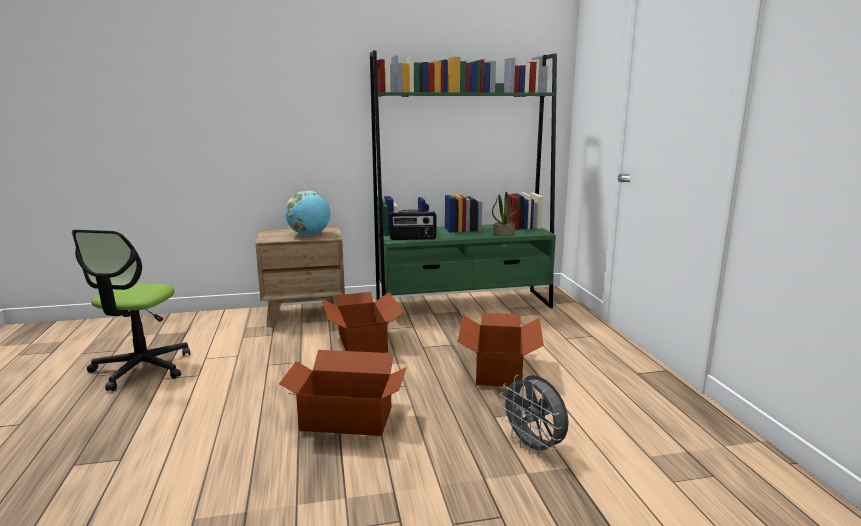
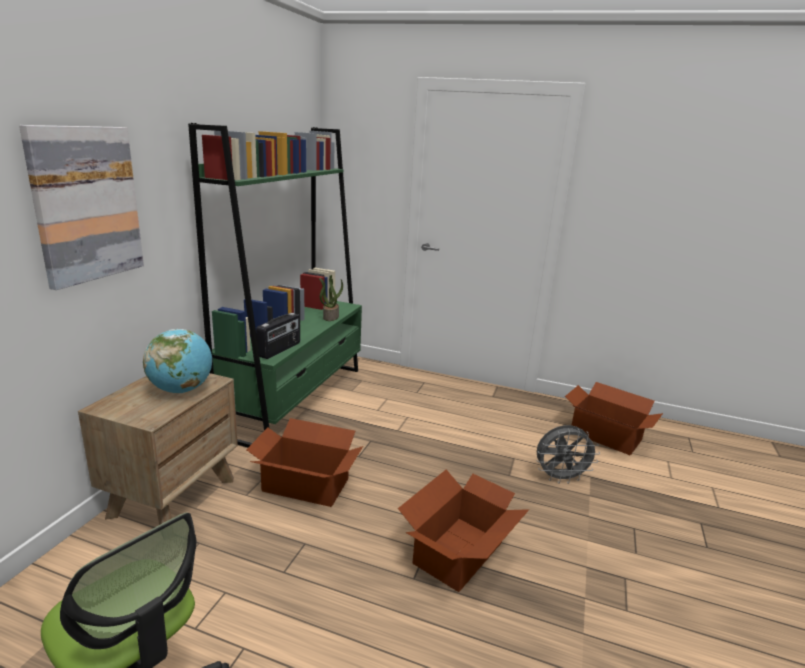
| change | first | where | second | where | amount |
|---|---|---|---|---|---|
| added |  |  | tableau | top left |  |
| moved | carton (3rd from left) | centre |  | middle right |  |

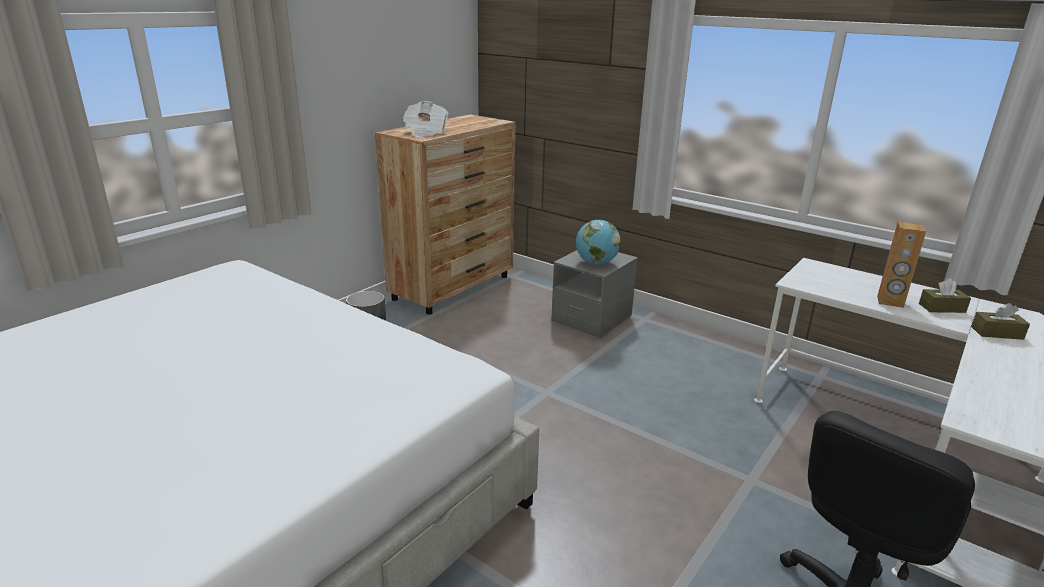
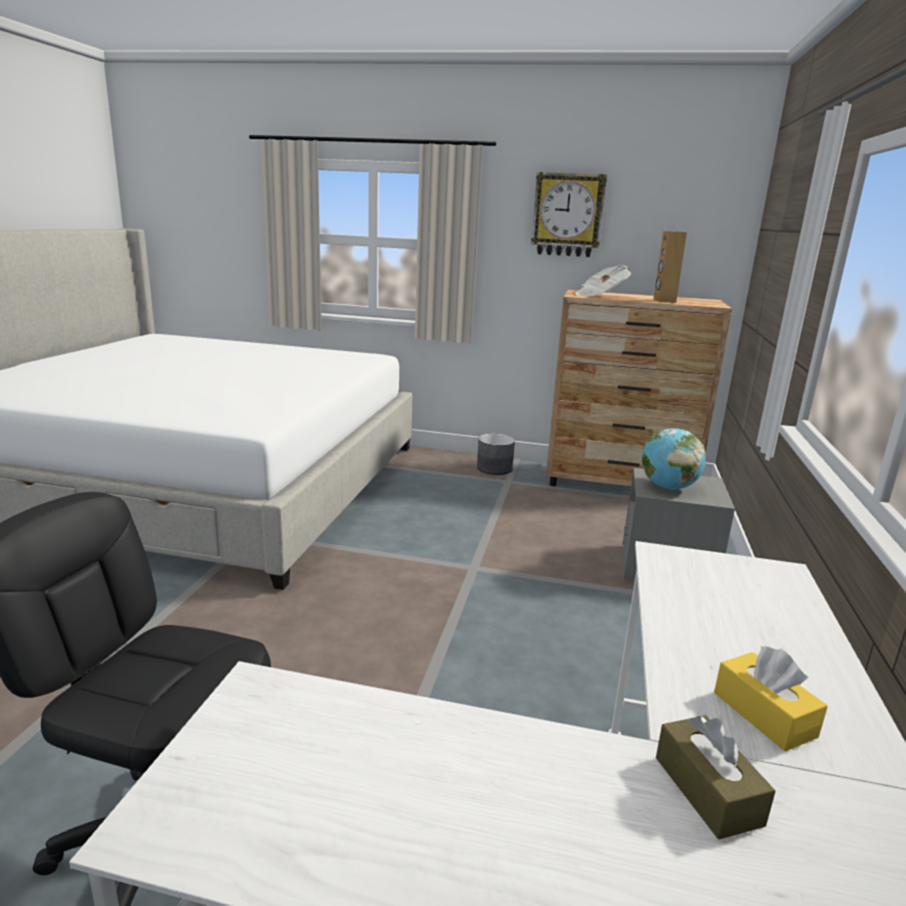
| change | first | where | second | where | amount |
|---|---|---|---|---|---|
| added |  |  | horloge murale | top centre |  |
| moved | enceinte [marron] | middle right |  | top right |  |
| recoloured | boîte à mouchoirs [marron] (1st from left) | middle right | boîte à mouchoirs [jaune] | bottom right |  |

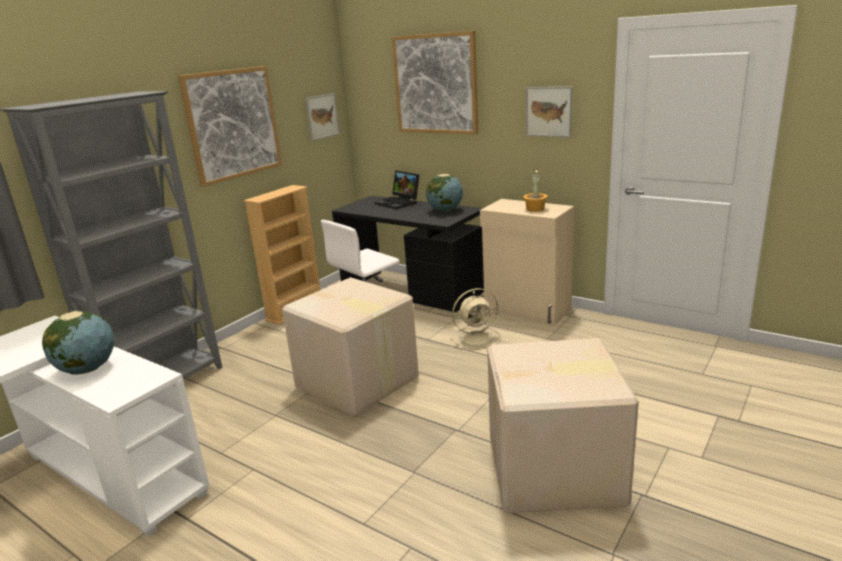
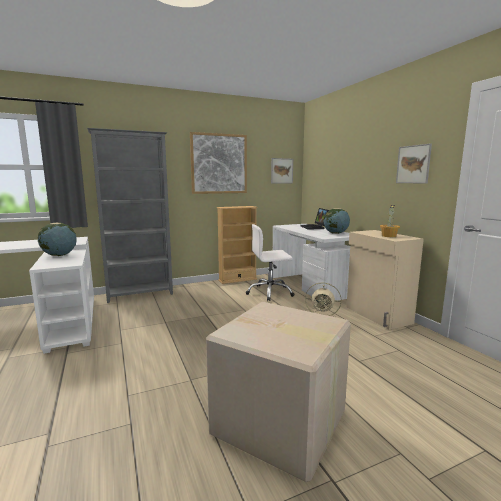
| change | first | where | second | where | amount |
|---|---|---|---|---|---|
| recoloured | bureau [noir] | centre | bureau [blanc] (2nd from left) | centre |  |
| removed | carton (1st from left) | centre |  |  |  |
| removed | tableau (3rd from left) | top centre |  |  |  |

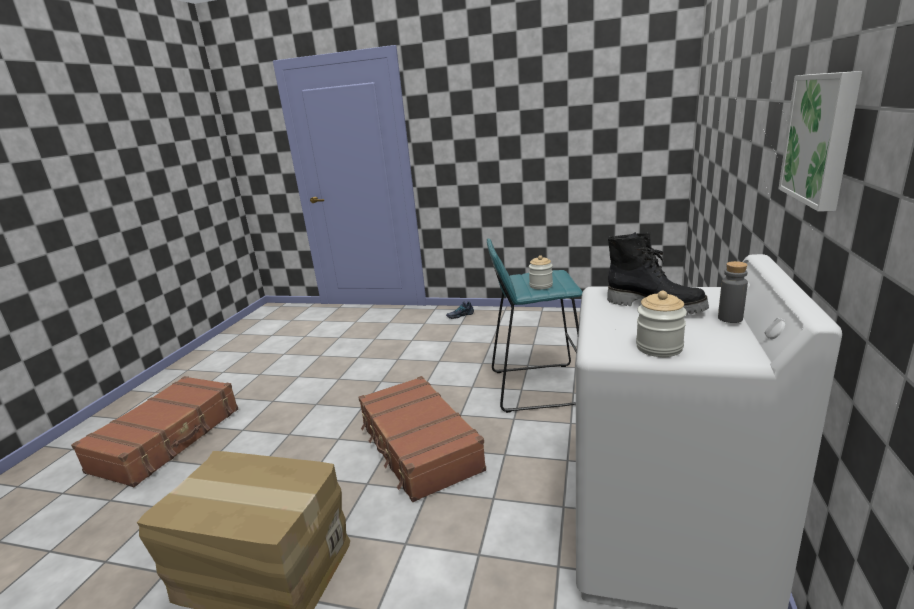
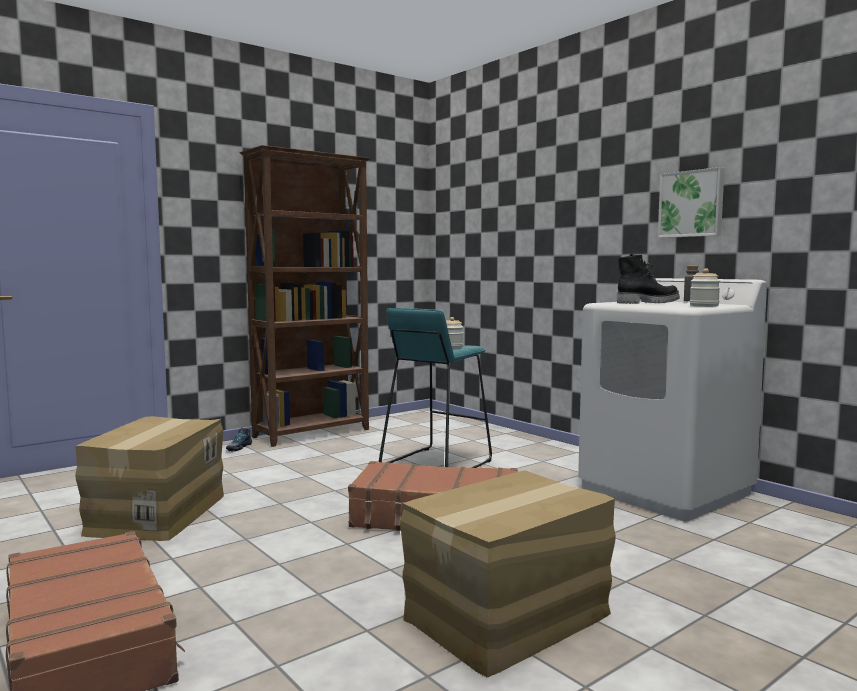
| change | first | where | second | where | amount |
|---|---|---|---|---|---|
| added |  |  | carton (1st from left) | bottom left |  |
| added |  |  | bibliothèque [marron] | centre |  |

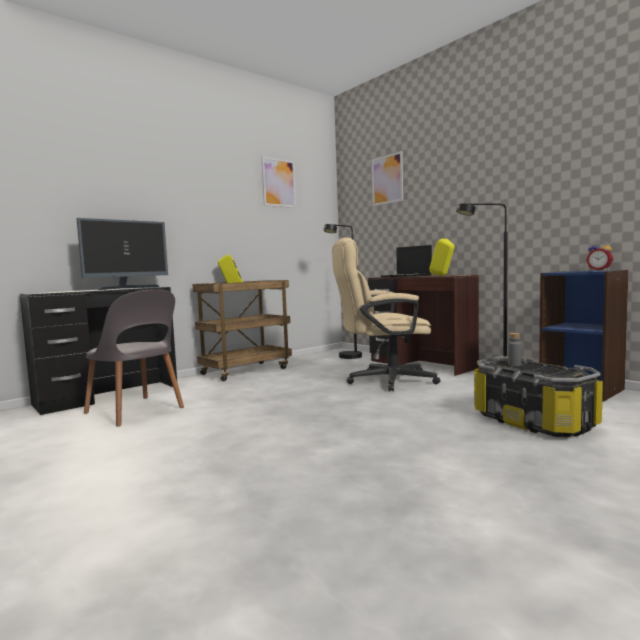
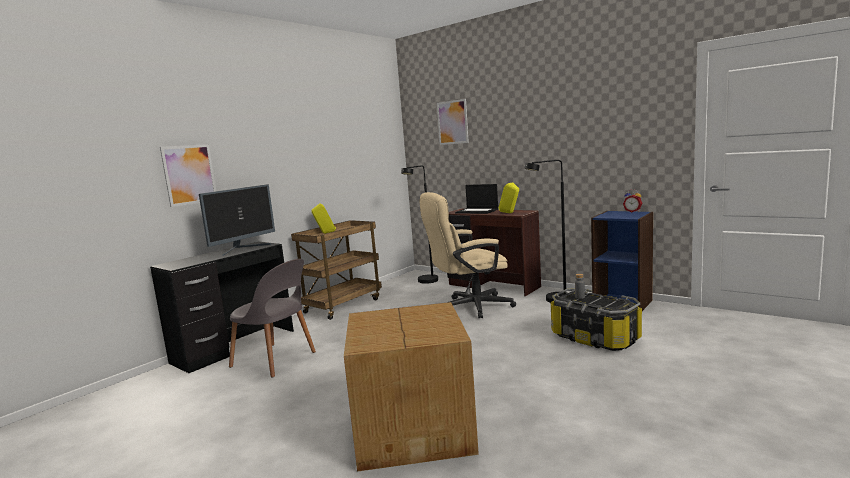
| change | first | where | second | where | amount |
|---|---|---|---|---|---|
| moved | tableau (1st from left) | top centre |  | middle left |  |
| added |  |  | carton | bottom centre |  |

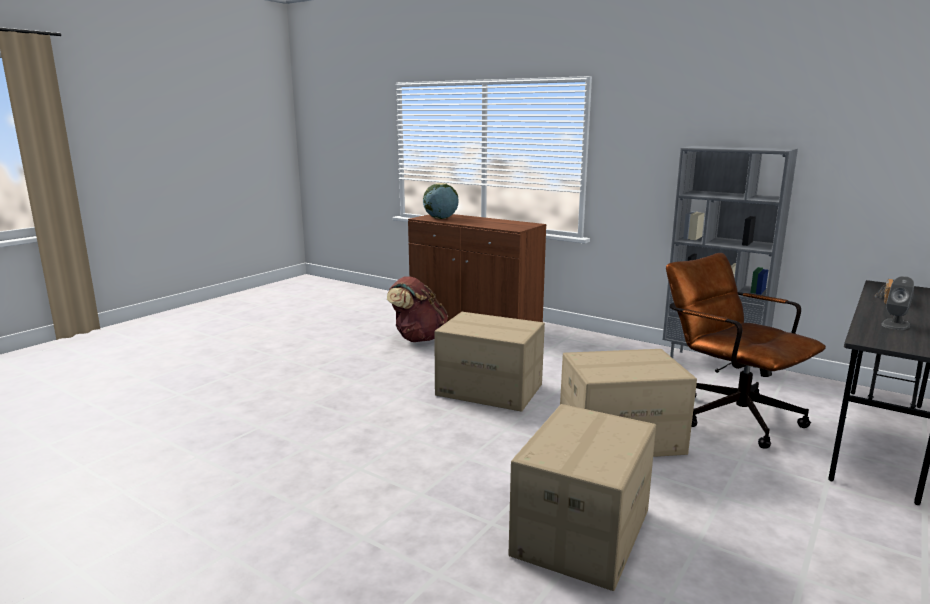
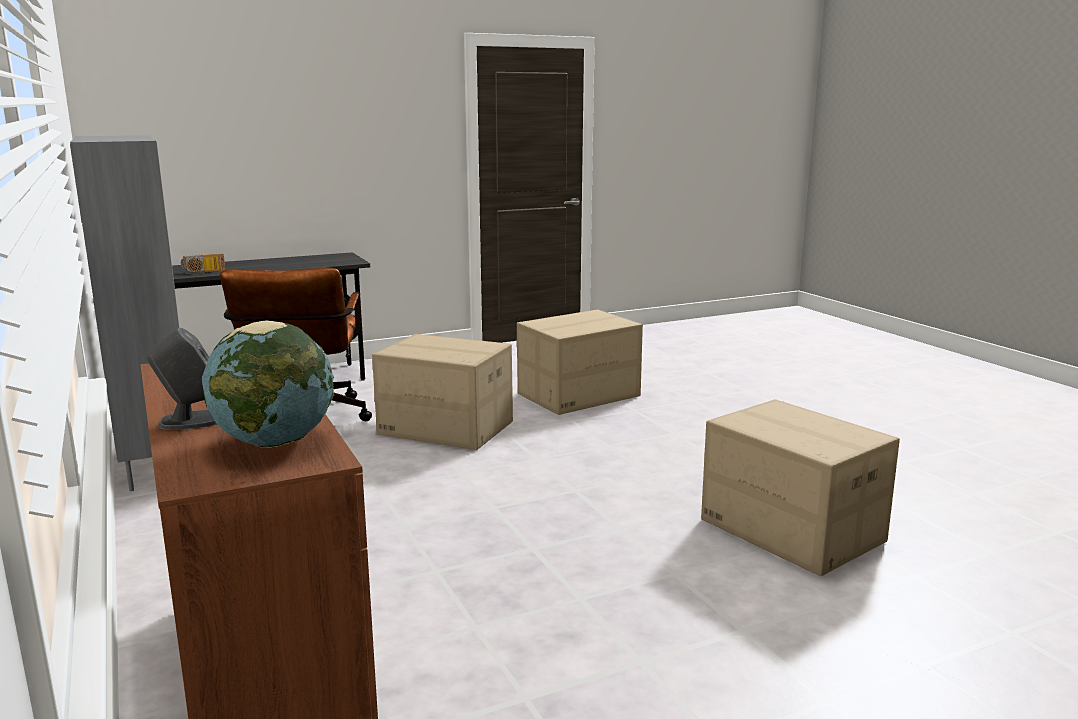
| change | first | where | second | where | amount |
|---|---|---|---|---|---|
| moved | enceinte [gris] | middle right |  | middle left |  |
| moved | carton (1st from left in the first image) | centre | carton (3rd from left) | bottom right |  |
| removed | sac à dos [marron] | centre |  |  |  |

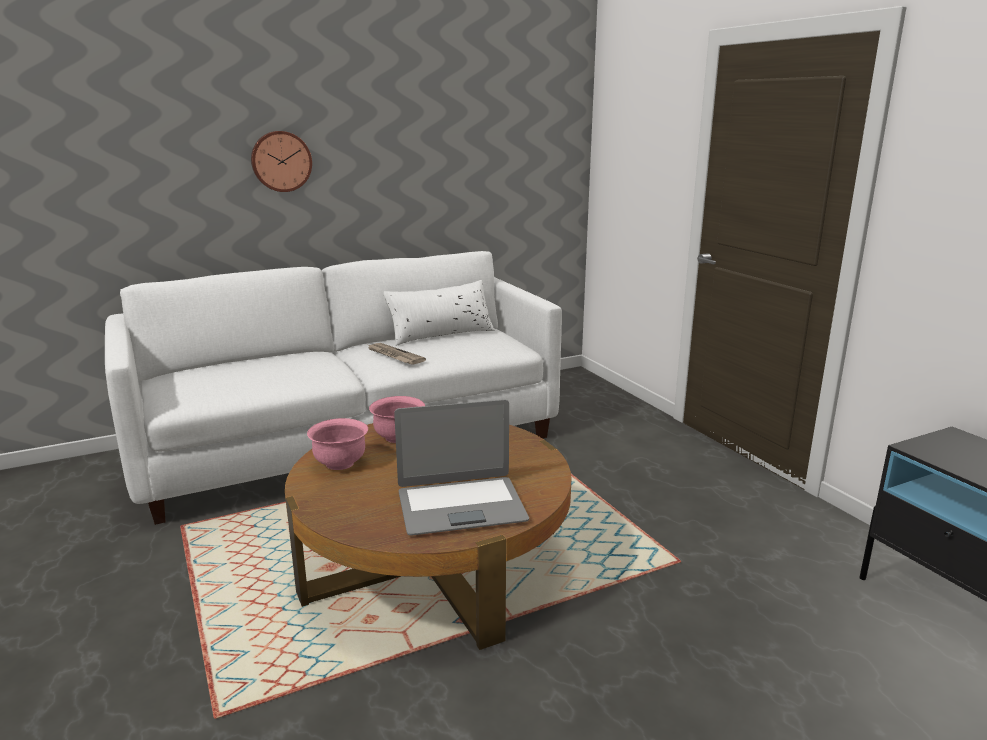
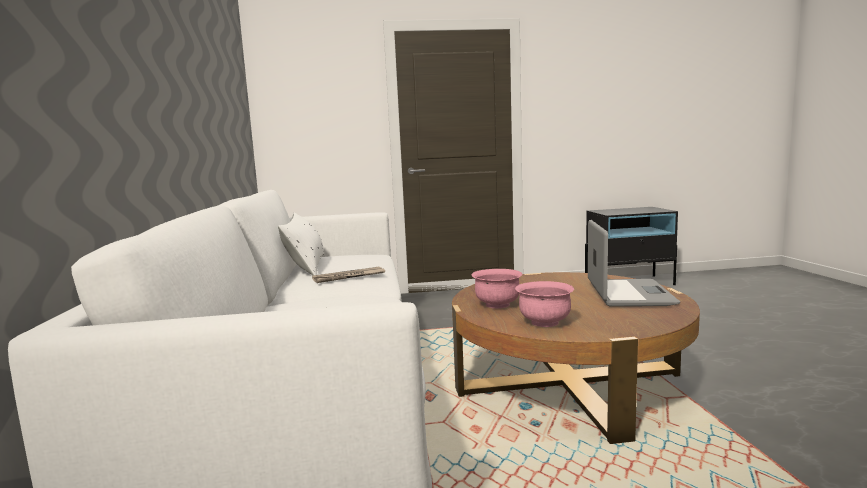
| change | first | where | second | where | amount |
|---|---|---|---|---|---|
| removed | horloge murale | top left |  |  |  |

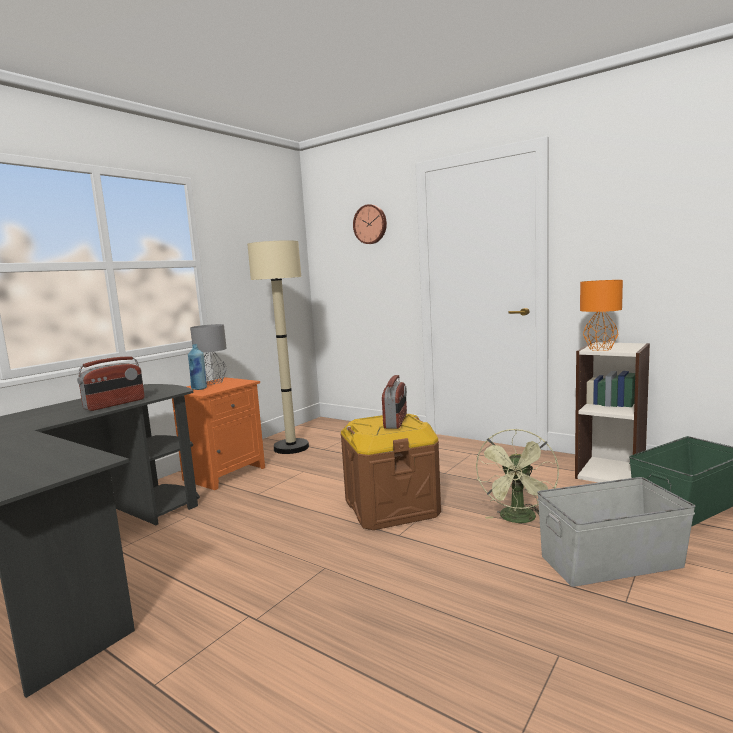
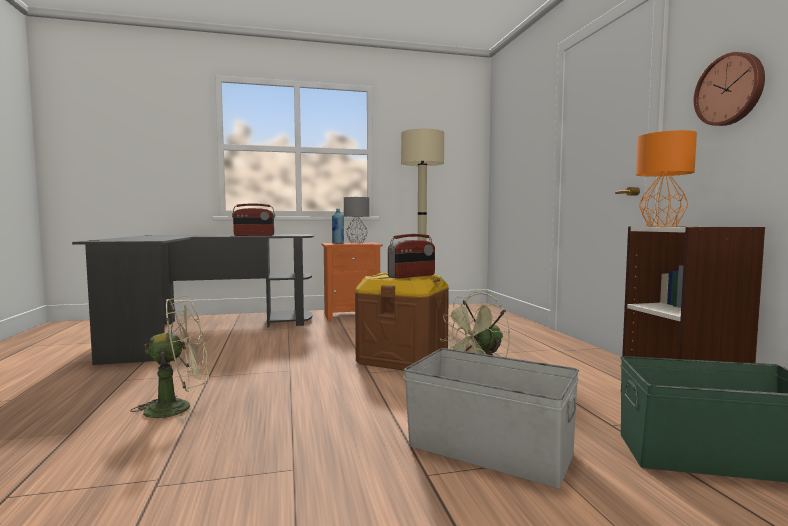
| change | first | where | second | where | amount |
|---|---|---|---|---|---|
| added |  |  | ventilateur [beige] | bottom left |  |
| moved | horloge murale | top centre |  | top right |  |

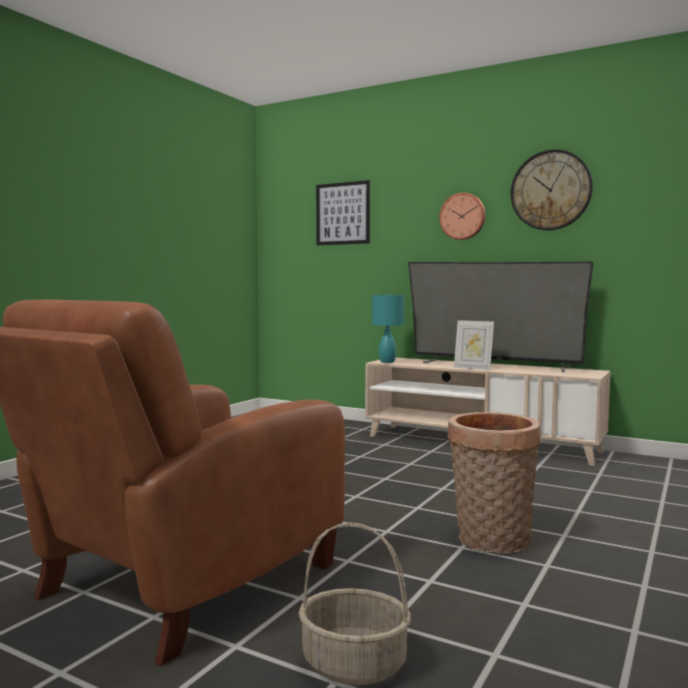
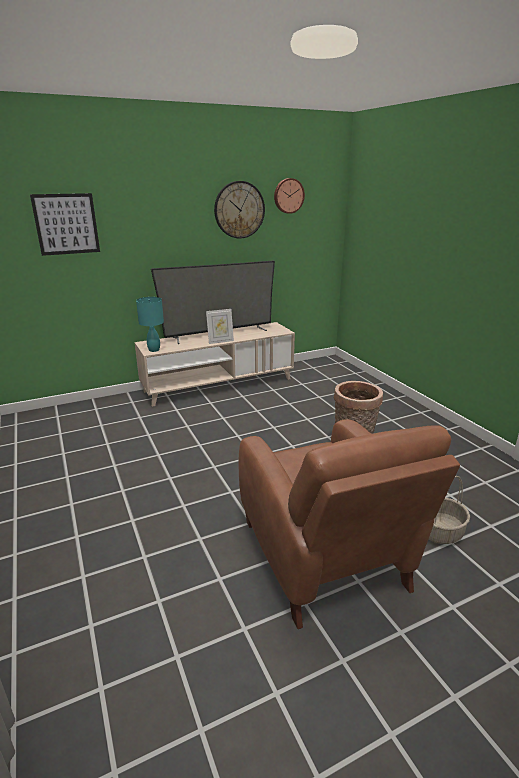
| change | first | where | second | where | amount |
|---|---|---|---|---|---|
| moved | horloge murale (1st from left in the first image) | top right | horloge murale (2nd from left) | top centre |  |

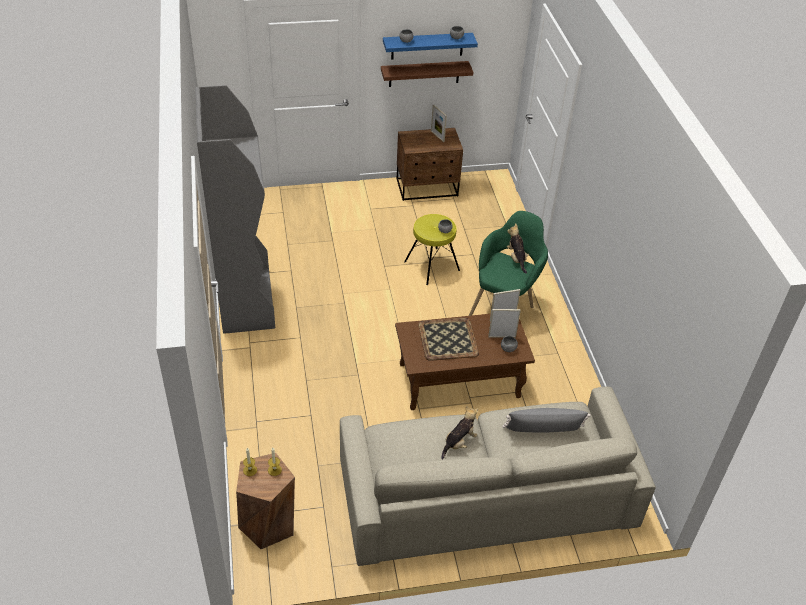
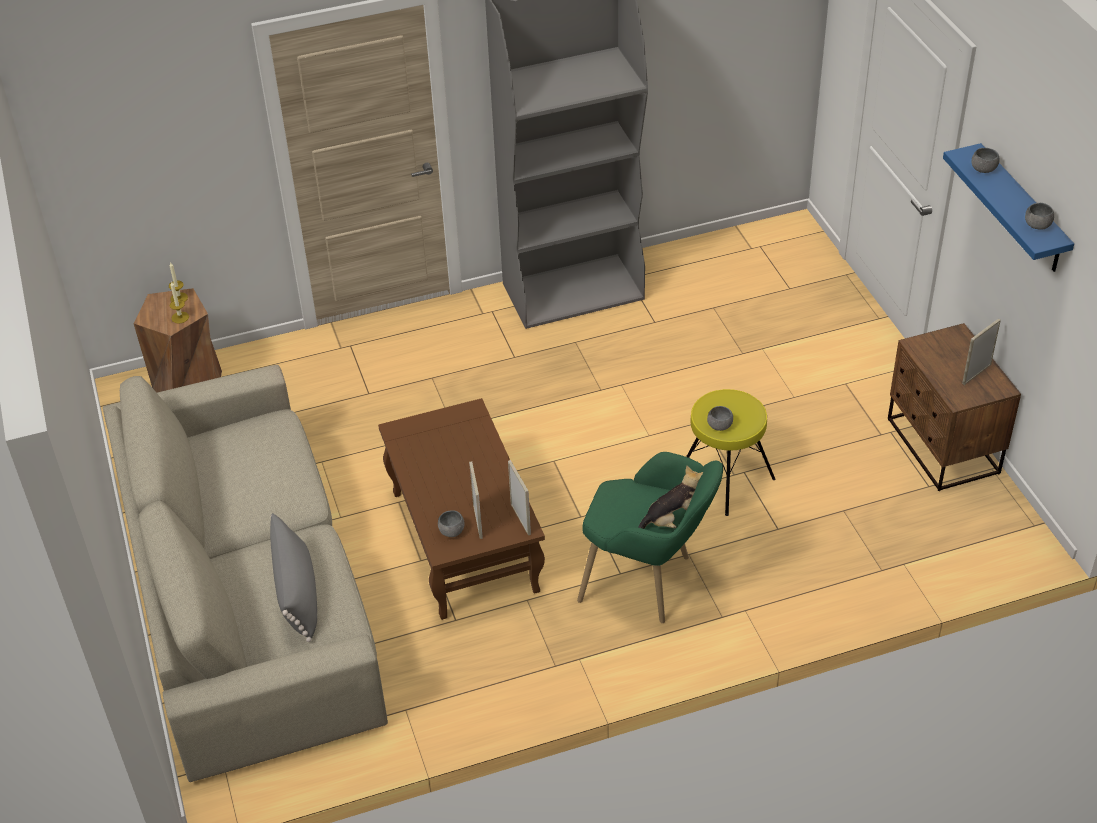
| change | first | where | second | where | amount |
|---|---|---|---|---|---|
| removed | étagère [marron] | top centre |  |  |  |
| removed | plateau | centre |  |  |  |
| removed | peluche (1st from left) | bottom centre |  |  |  |

